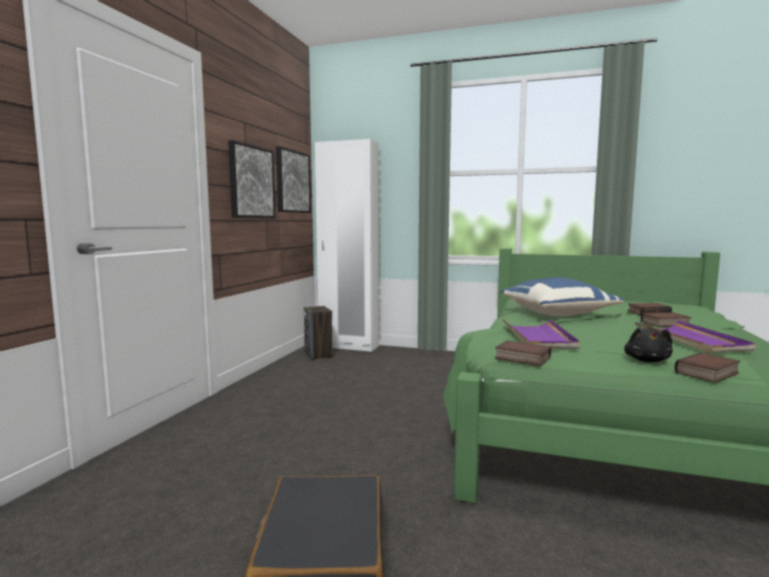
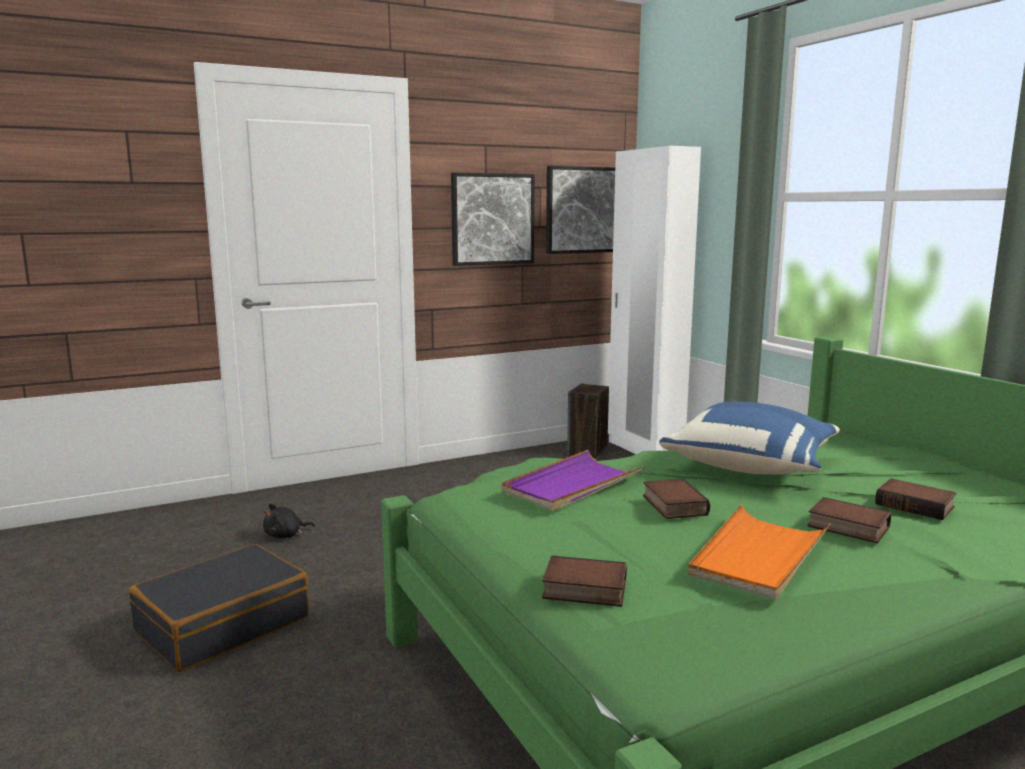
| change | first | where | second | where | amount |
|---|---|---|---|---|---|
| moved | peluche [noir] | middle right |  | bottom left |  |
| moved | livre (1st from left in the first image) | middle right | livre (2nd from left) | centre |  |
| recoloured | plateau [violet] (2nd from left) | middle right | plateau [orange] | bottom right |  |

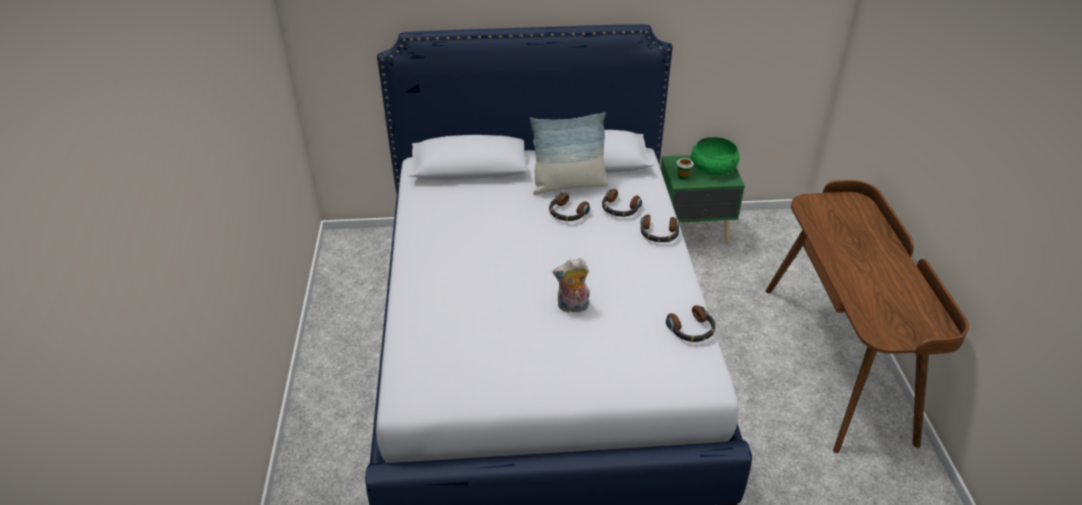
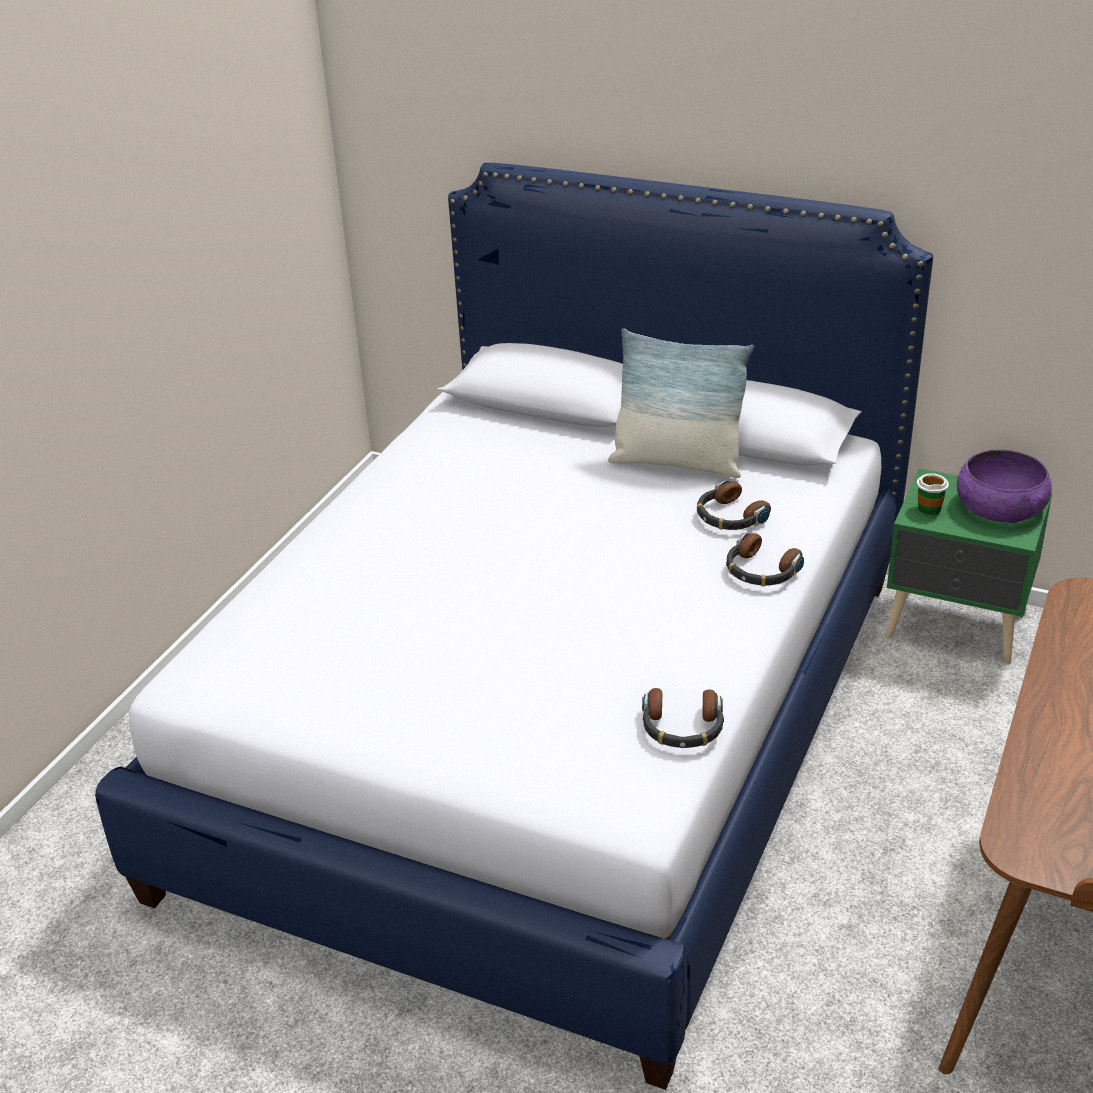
| change | first | where | second | where | amount |
|---|---|---|---|---|---|
| recoloured | bol [vert] | top centre | bol [violet] | middle right |  |
| removed | casque audio (1st from left) | centre |  |  |  |
| removed | peluche | centre |  |  |  |

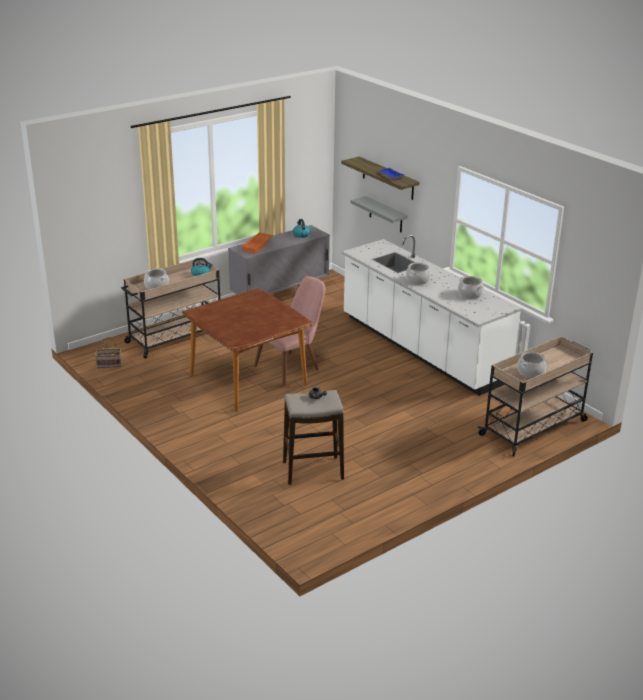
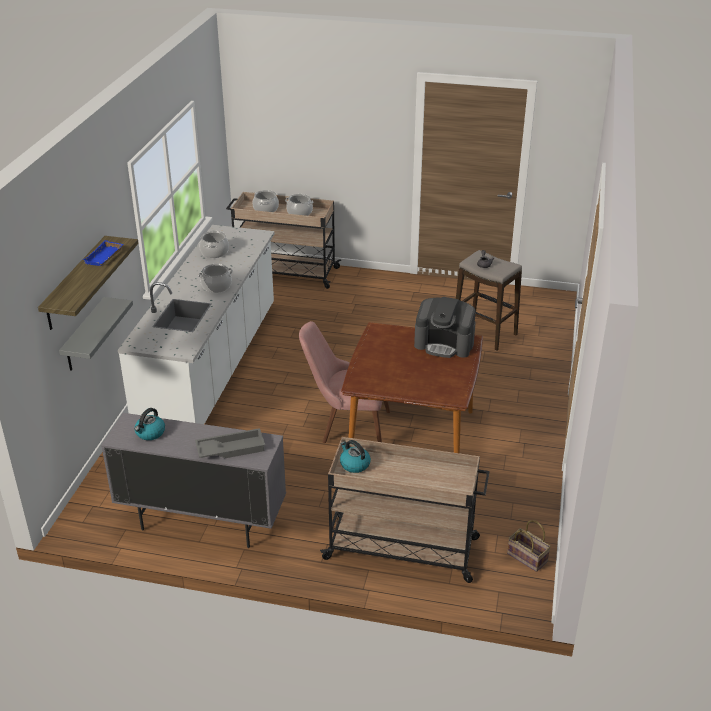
| change | first | where | second | where | amount |
|---|---|---|---|---|---|
| recoloured | plateau [orange] | centre | plateau [gris] | middle left |  |
| moved | marmite (1st from left in the first image) | middle left | marmite (3rd from left) | top centre |  |
| added |  |  | machine à café | centre |  |

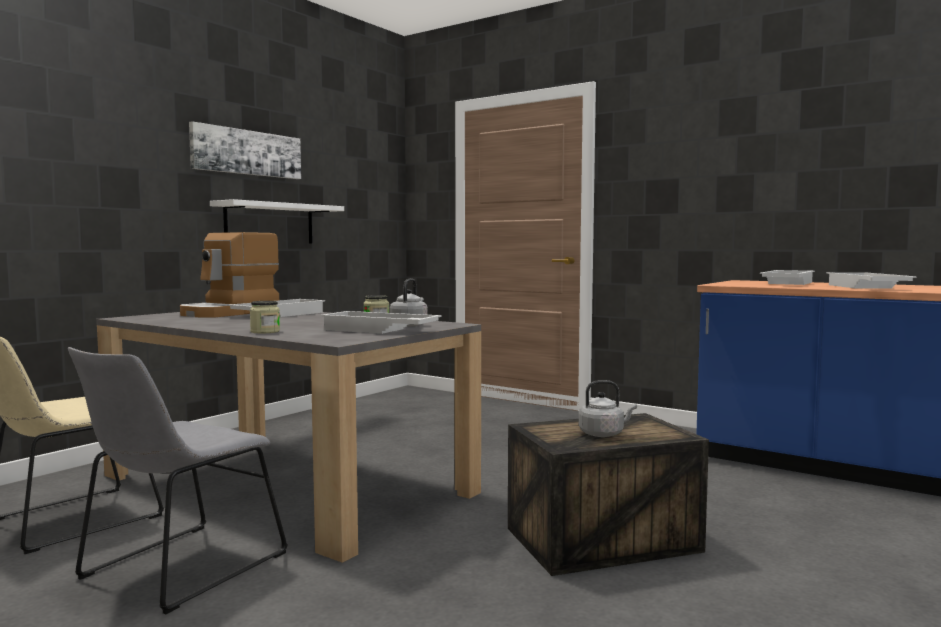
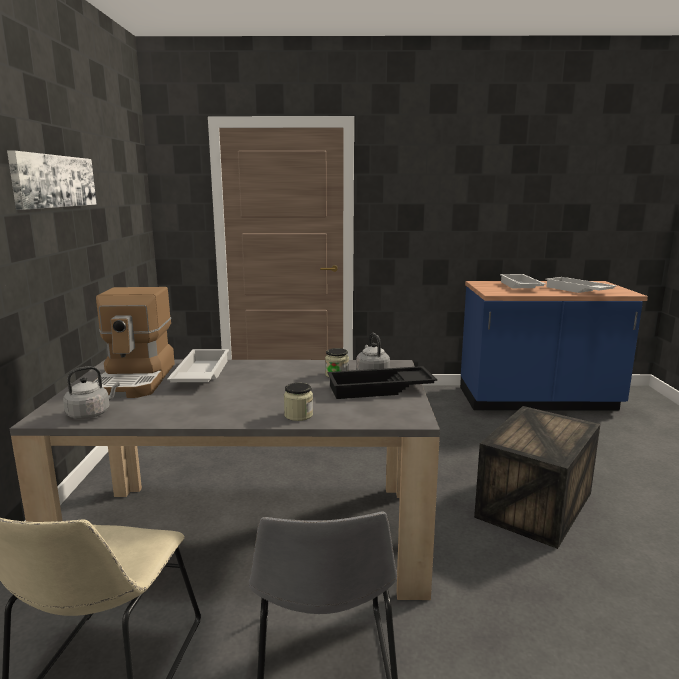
| change | first | where | second | where | amount |
|---|---|---|---|---|---|
| moved | bouilloire [gris] (2nd from left in the first image) | centre | bouilloire [gris] (1st from left) | middle left |  |
| recoloured | plateau [blanc] (2nd from left) | centre | plateau [noir] | centre |  |
| removed | étagère [blanc] | middle left |  |  |  |

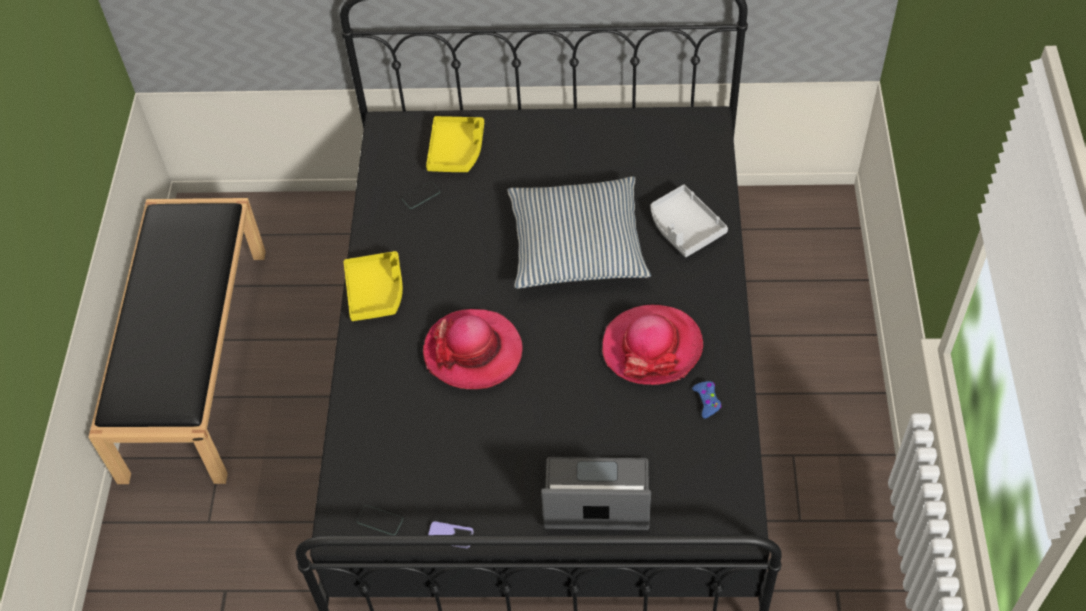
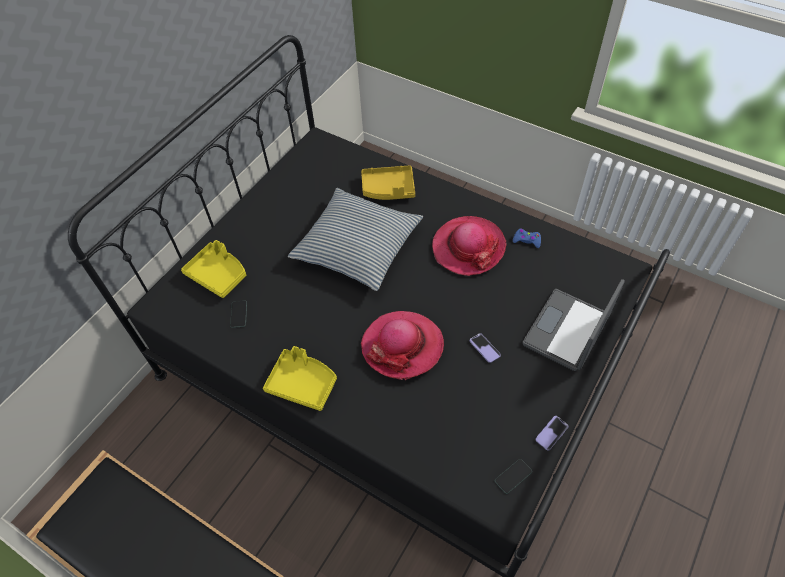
| change | first | where | second | where | amount |
|---|---|---|---|---|---|
| recoloured | plateau [gris] | centre | plateau [jaune] (3rd from left) | top centre |  |
| added |  |  | téléphone (2nd from left) | centre |  |

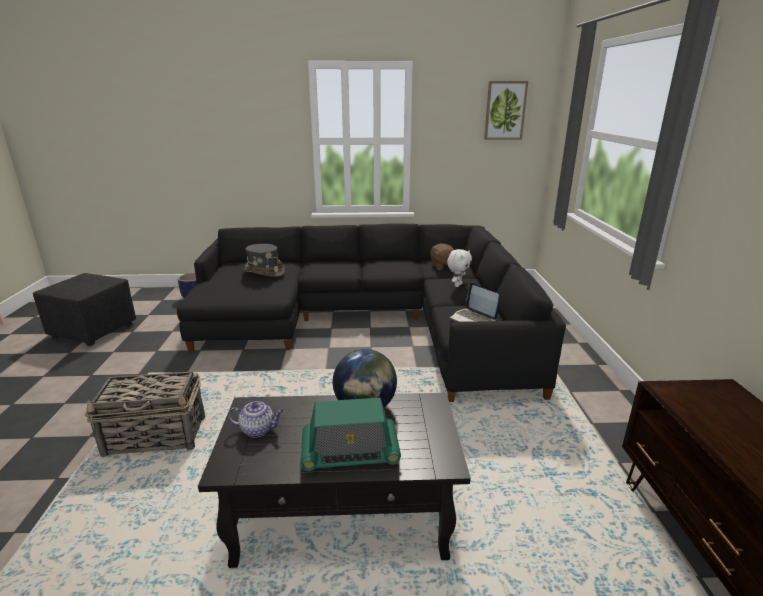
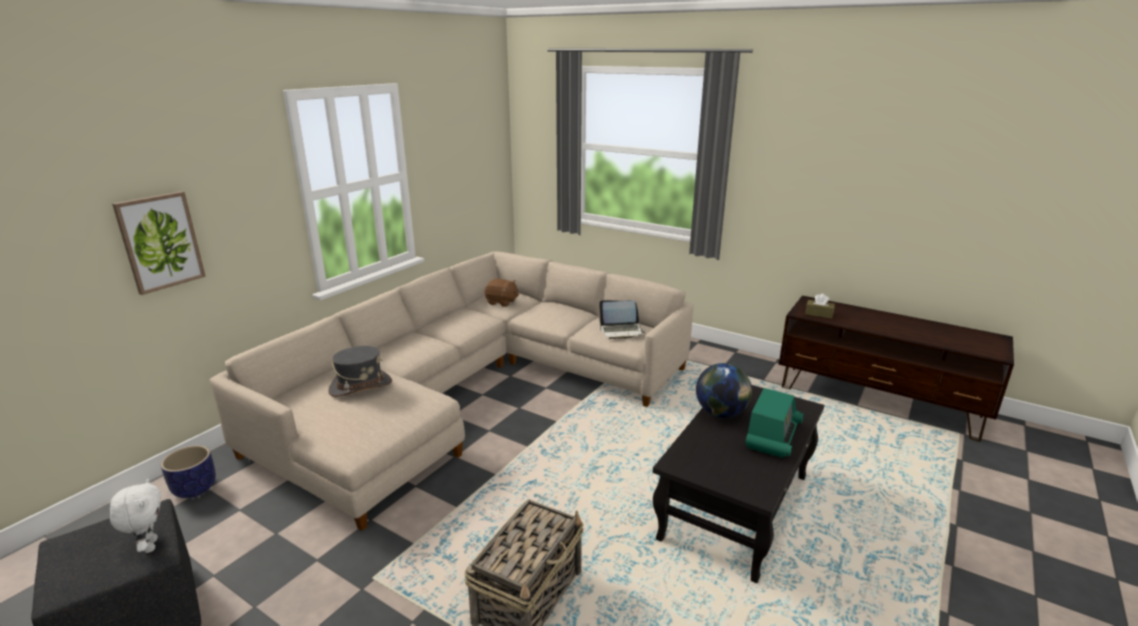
| change | first | where | second | where | amount |
|---|---|---|---|---|---|
| moved | peluche [blanc] | centre |  | bottom left |  |
| moved | tableau | top centre |  | middle left |  |
| recoloured | canapé [noir] | centre | canapé [beige] | centre |  |
| added |  |  | boîte à mouchoirs [marron] | middle right |  |
| removed | théière | bottom centre |  |  |  |

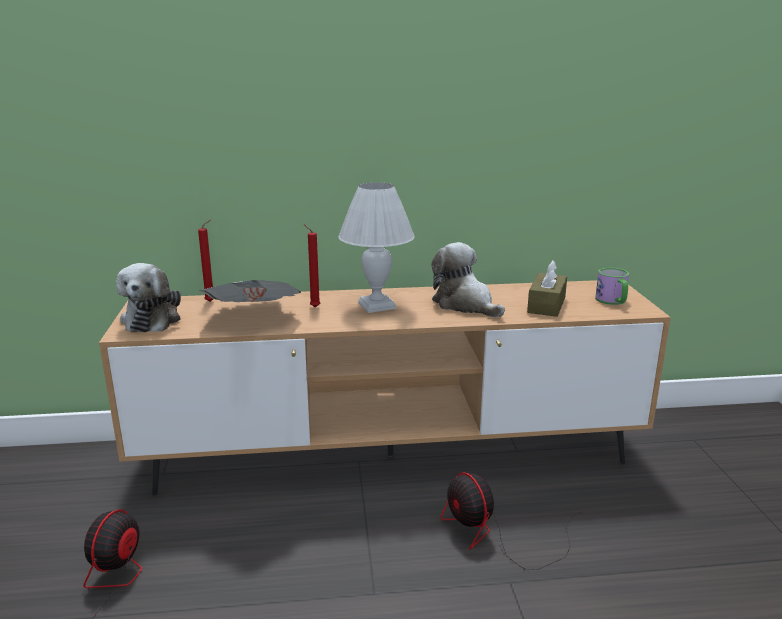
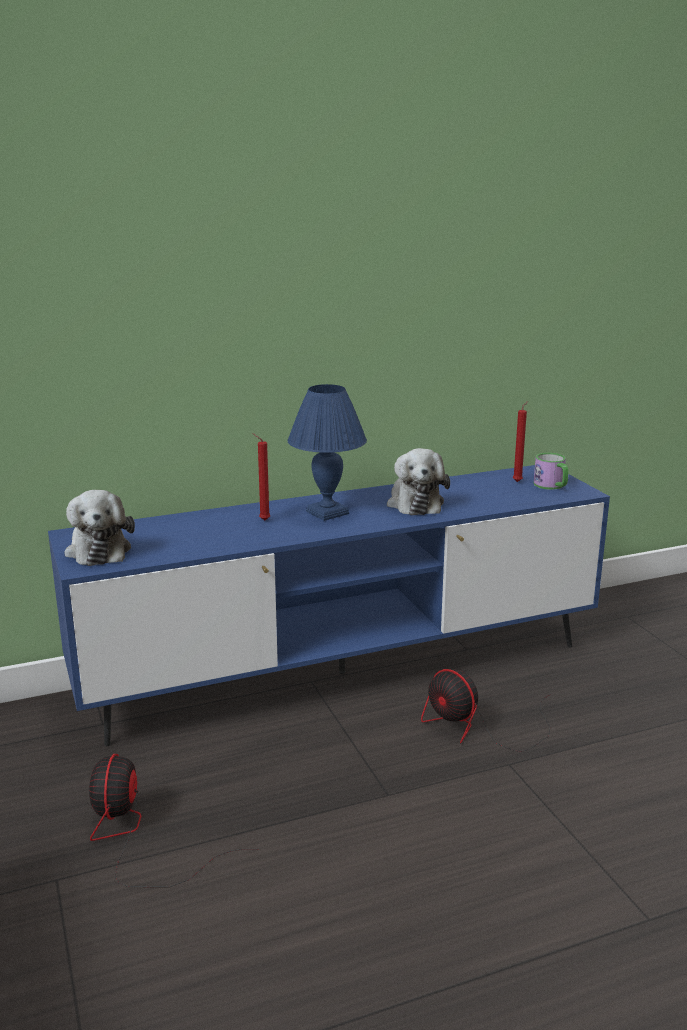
| change | first | where | second | where | amount |
|---|---|---|---|---|---|
| recoloured | meuble télé [marron] | centre | meuble télé [bleu] | centre |  |
| recoloured | lampe de table [blanc] | centre | lampe de table [bleu] | centre |  |
| turned | peluche (2nd from left) | centre |  | centre | 135 degrees counterclockwise |
| moved | bougie [rouge] (1st from left in the first image) | middle left | bougie [rouge] (2nd from left) | middle right |  |
| removed | journal | middle left |  |  |  |
| removed | boîte à mouchoirs [marron] | middle right |  |  |  |

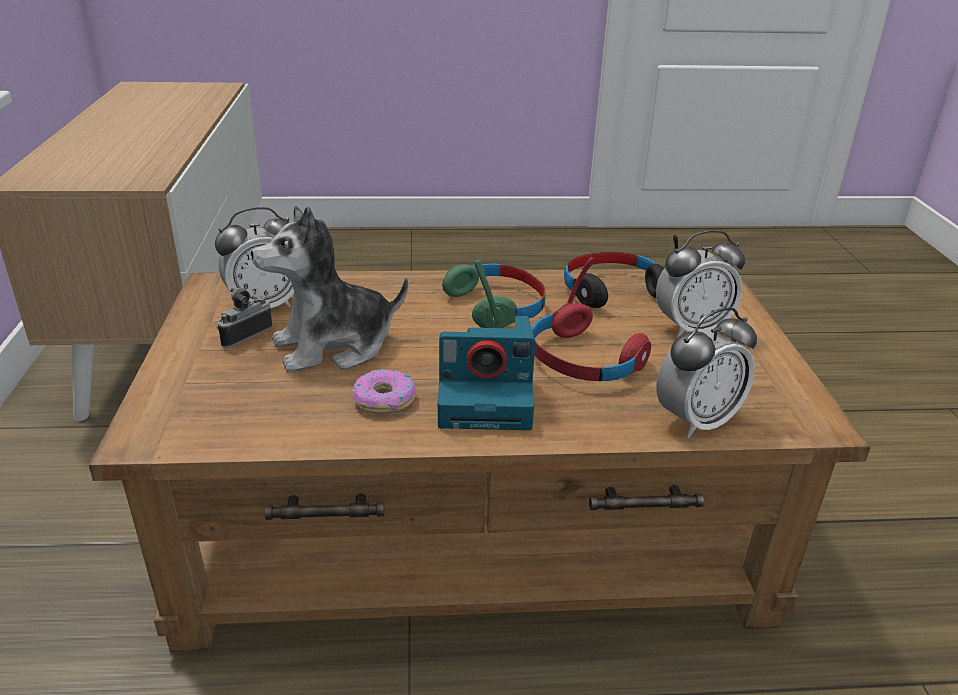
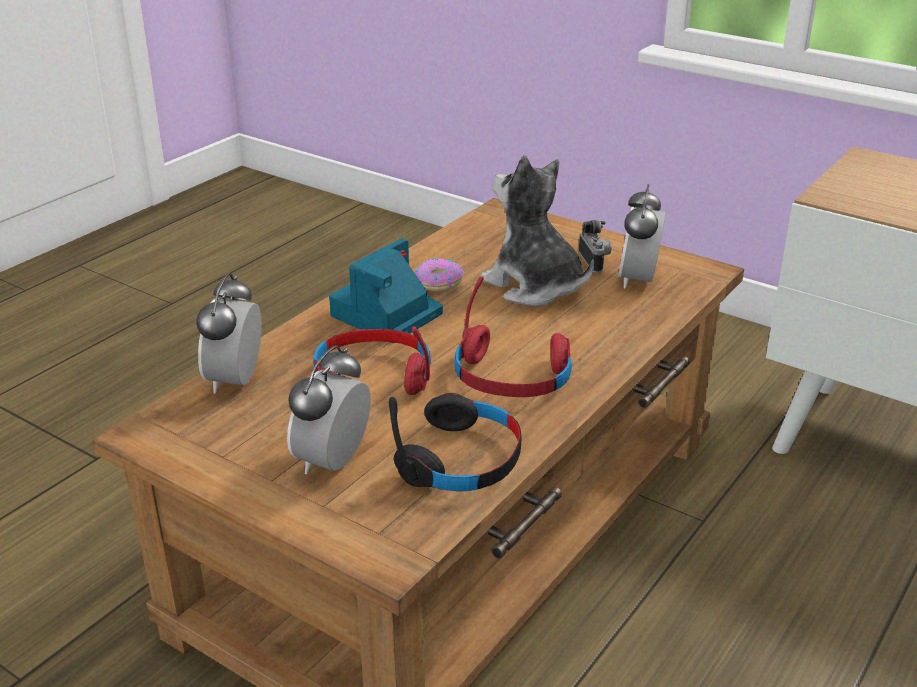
| change | first | where | second | where | amount |
|---|---|---|---|---|---|
| recoloured | casque audio [vert] | centre | casque audio [rouge] (2nd from left) | centre |  |
| turned | peluche | centre |  | centre | 60 degrees counterclockwise |

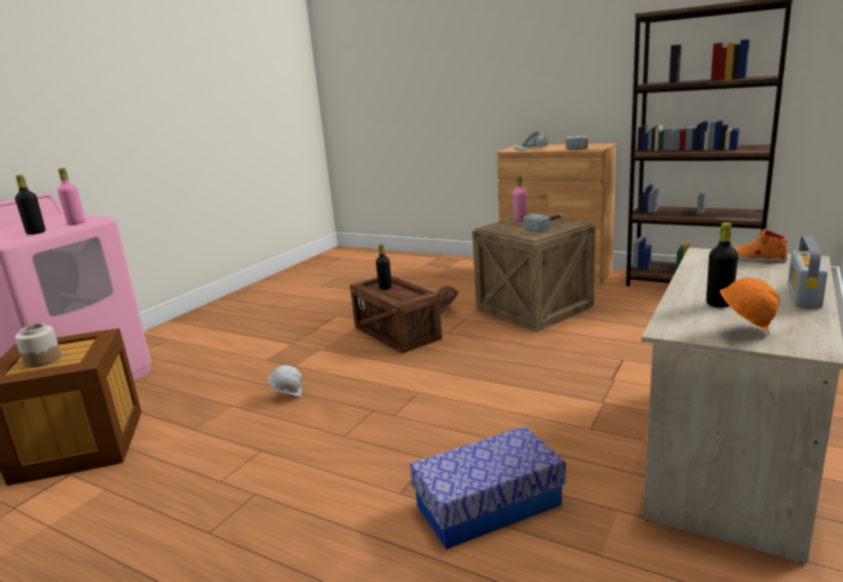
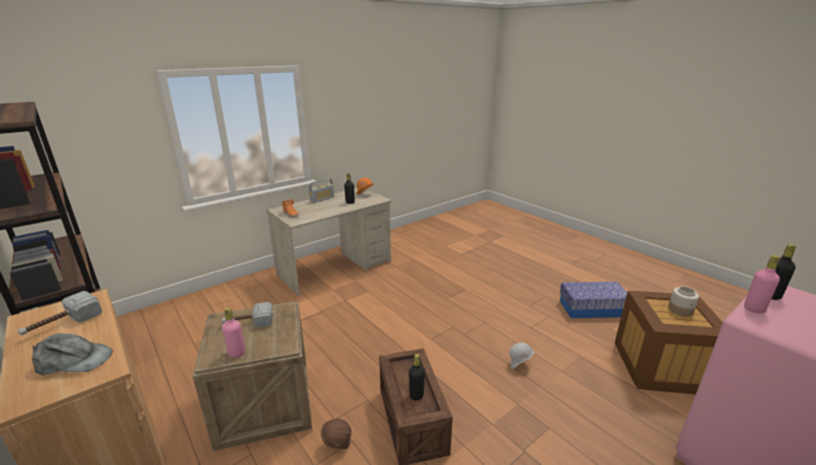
| change | first | where | second | where | amount |
|---|---|---|---|---|---|
| moved | boîte de rangement | bottom centre |  | middle right |  |

